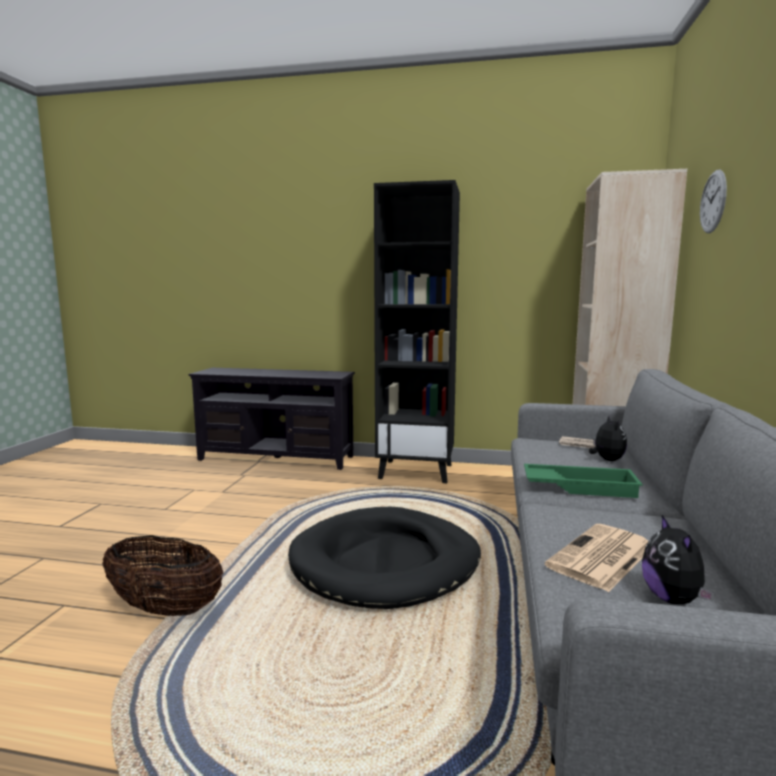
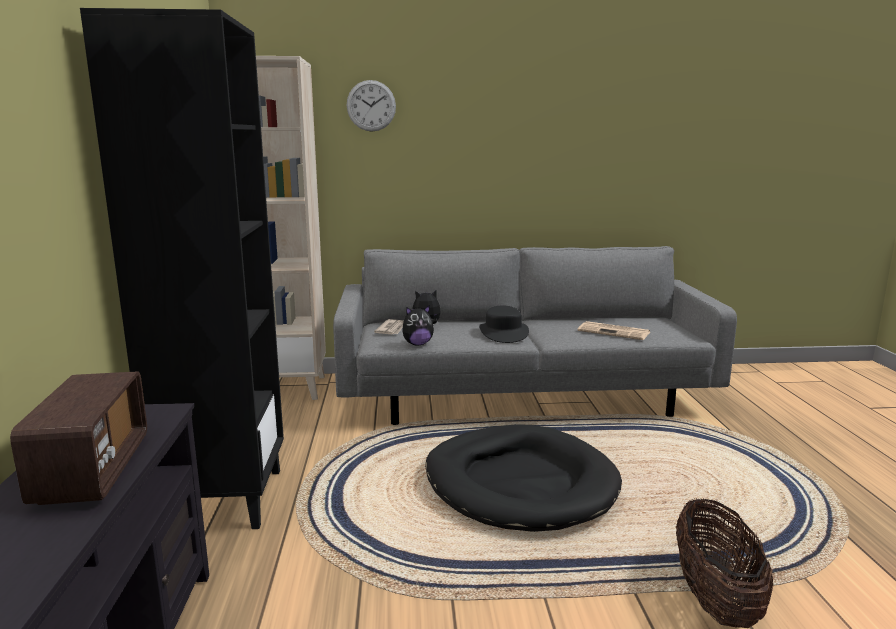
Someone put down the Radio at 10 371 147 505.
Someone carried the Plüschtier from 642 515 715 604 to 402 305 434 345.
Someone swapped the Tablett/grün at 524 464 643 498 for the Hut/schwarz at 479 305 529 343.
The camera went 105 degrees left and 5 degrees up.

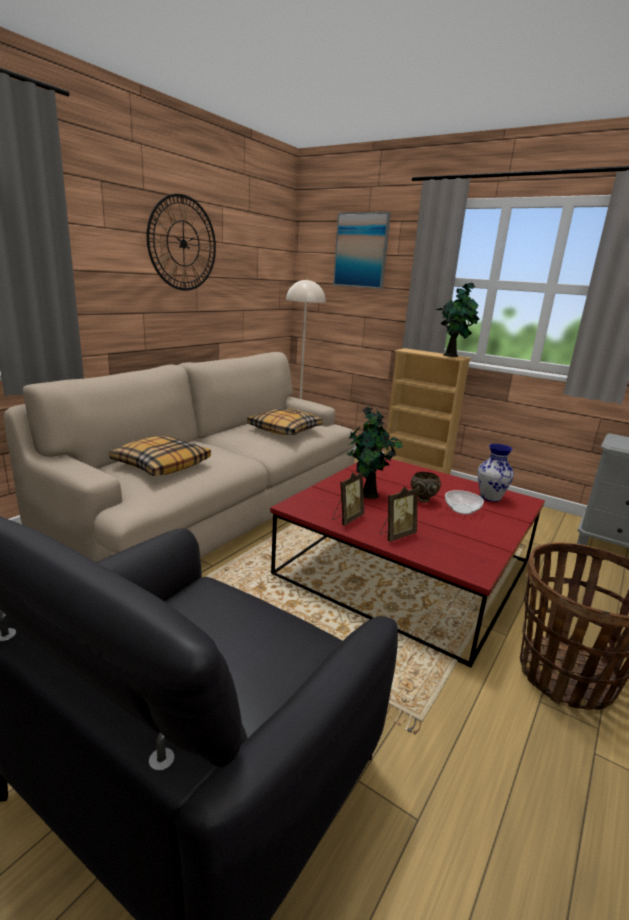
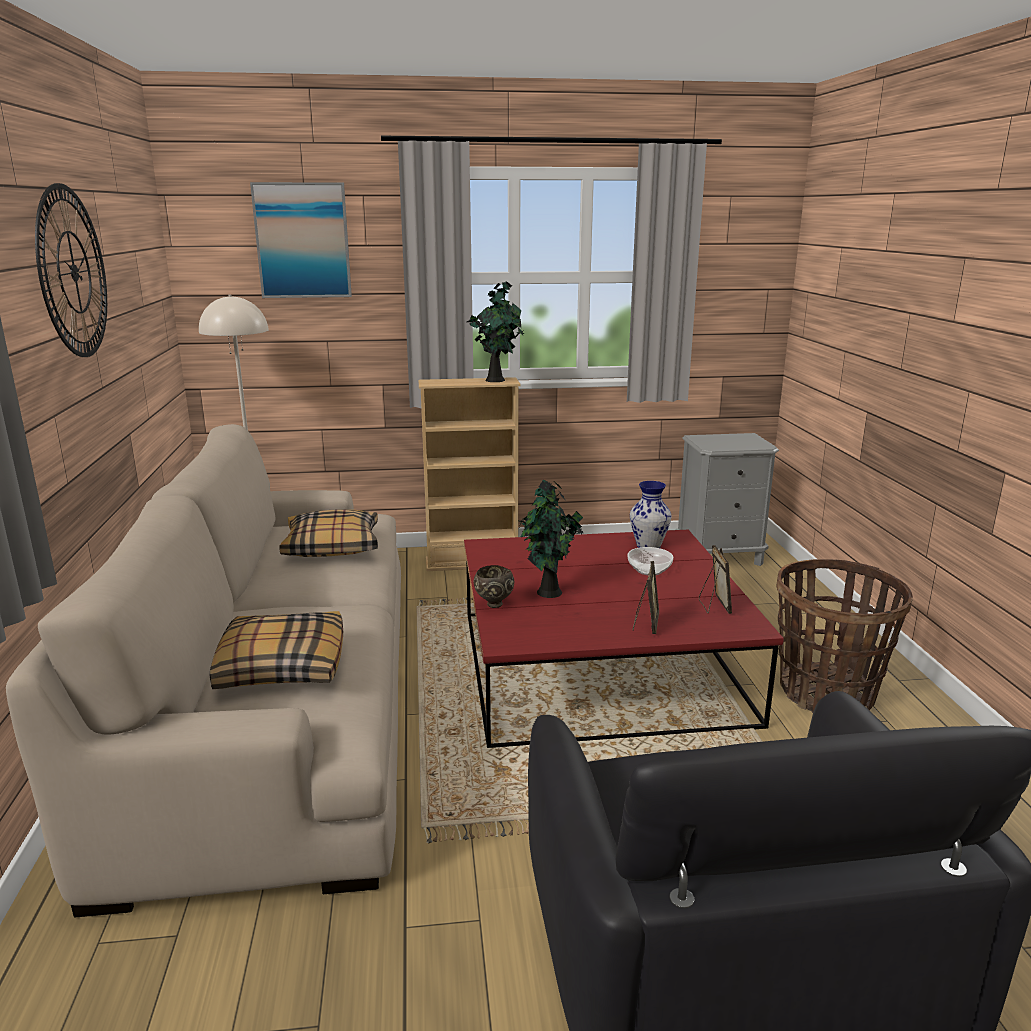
Someone carried the Schüssel/braun from 411 472 441 503 to 473 565 514 608.
Someone carried the Bilderrahmen from 332 472 364 526 to 699 545 732 614.
The camera went 40 degrees left and 0 degrees up.

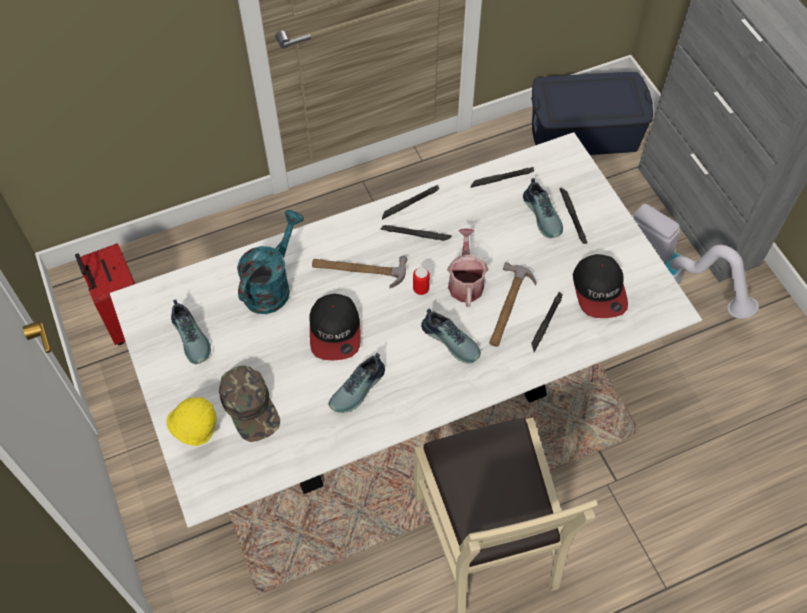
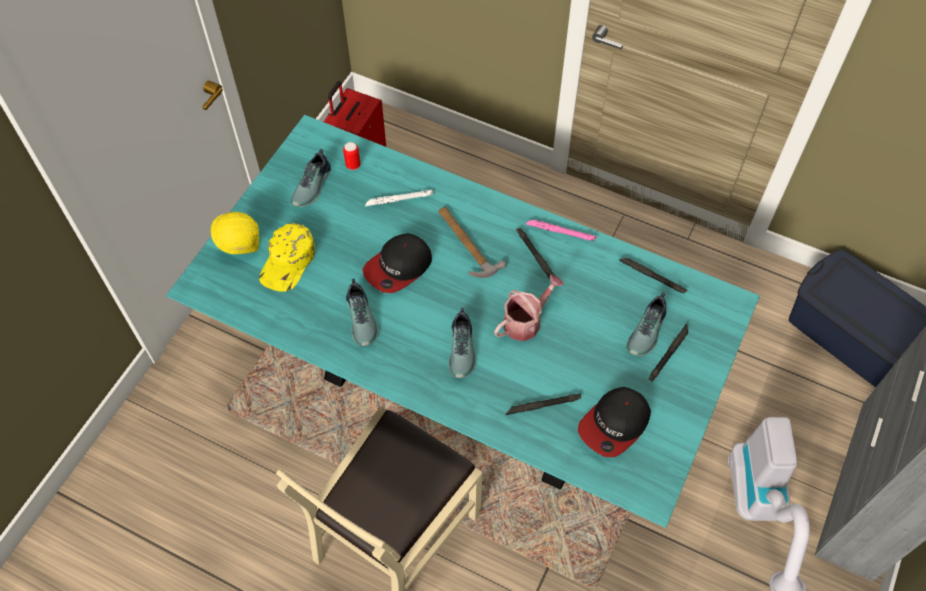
Someone repainted the Esstisch/weiß at 110 132 702 528, which became the Esstisch/türkis at 166 115 760 528.
Someone repainted the Kappe/grün at 219 366 280 442, which became the Kappe/gelb at 259 223 315 292.
Someone carried the Dose from 413 267 430 295 to 343 142 361 170.
Someone rotated the Schuh at 328 353 385 413 by 105 degrees counterclockwise.
Someone swapped the Gießkanne/türkis at 237 210 304 314 for the Taschenlampe/weiß at 365 190 434 206.
Someone repainted the Taschenlampe/schwarz at 382 185 439 220, which became the Taschenlampe/rosa at 526 220 597 241.
Someone took away the Hammer at 489 262 537 347.
The camera went 50 degrees right and 0 degrees up.

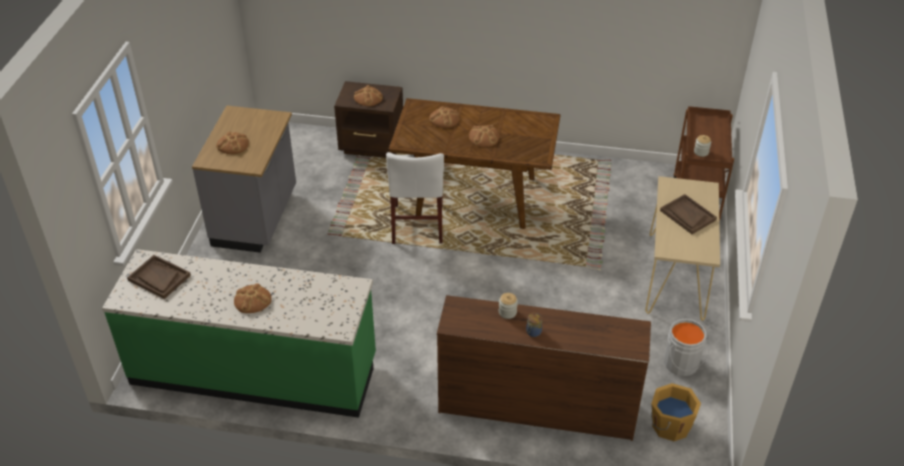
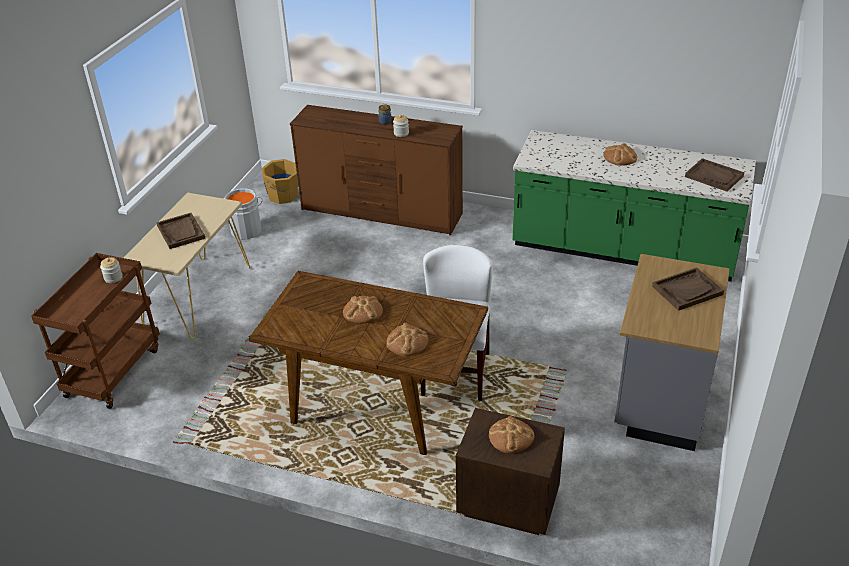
Someone swapped the Brot at 216 132 249 154 for the Tablett/braun at 652 267 724 311.
The camera went 170 degrees left and 5 degrees down.

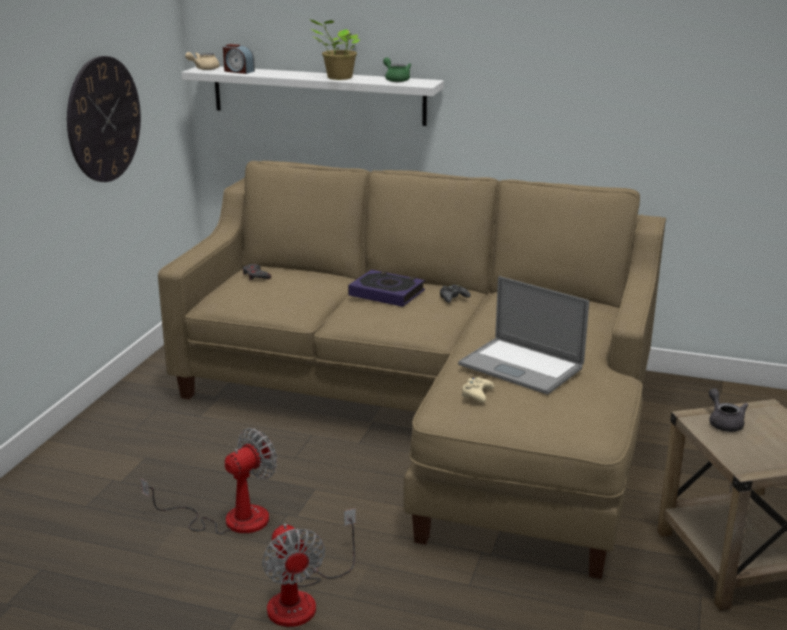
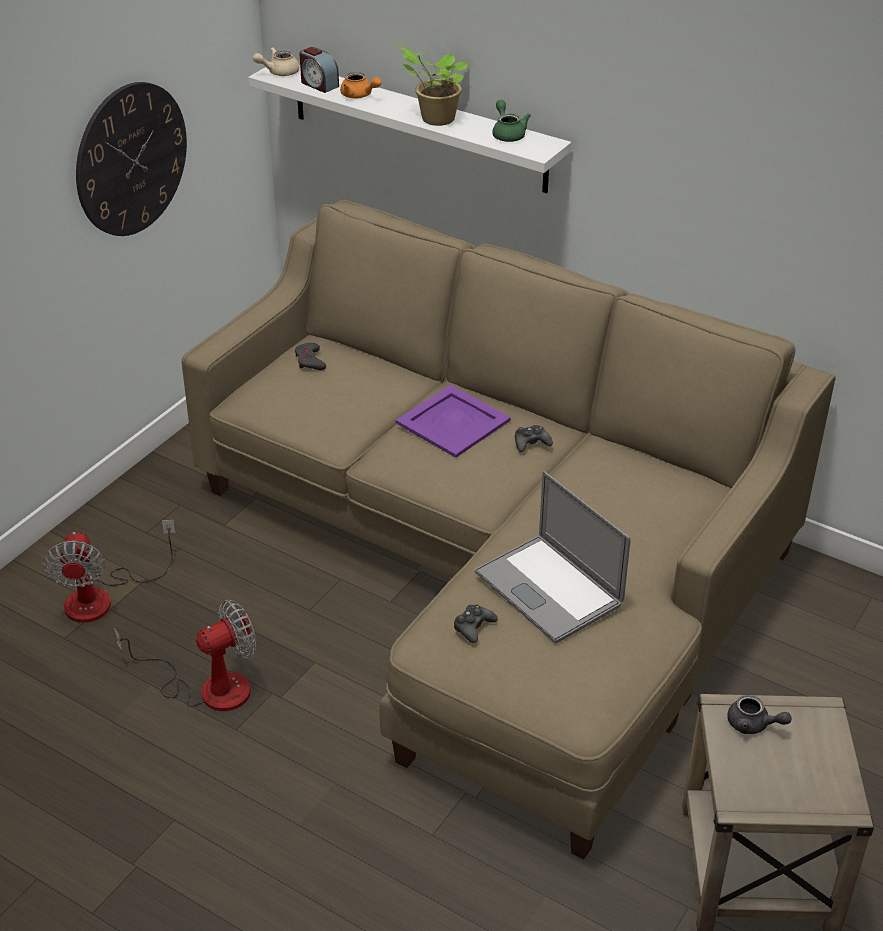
Someone carried the Ventilator from 262 508 356 627 to 43 520 176 623.
Someone put down the Teekanne/orange at 340 72 382 98.
Someone swapped the Buch at 348 270 425 307 for the Tablett/lila at 396 385 511 458.
Someone repainted the Gamepad/beige at 461 377 494 403, which became the Gamepad/schwarz at 454 604 498 643.
Someone rotated the Teekanne/grau at 709 388 748 432 by 120 degrees clockwise.
The camera went 15 degrees right and 15 degrees up.

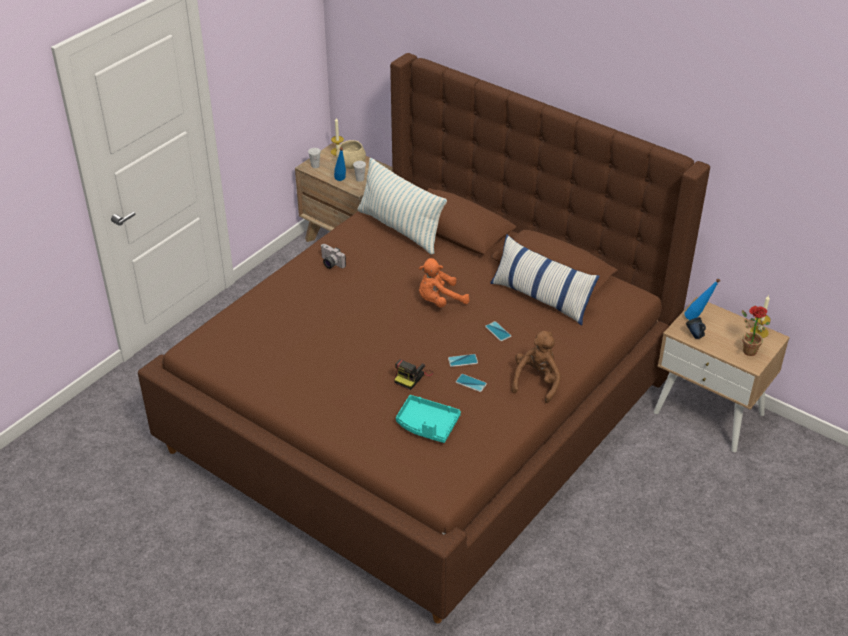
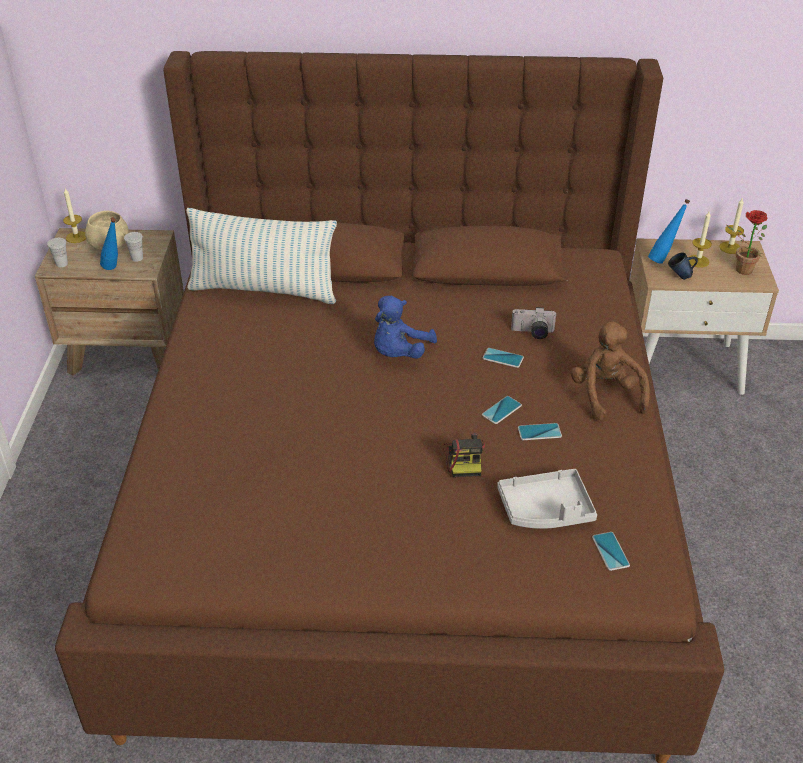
Someone repainted the Plüschtier/orange at 419 258 469 308, which became the Plüschtier/blau at 374 295 437 359.
Someone repainted the Tablett/türkis at 396 395 461 443, which became the Tablett/grau at 497 469 597 529.
Someone carried the Kamera from 321 244 346 269 to 511 307 557 339.
Someone put down the Handy at 592 532 630 571.
Someone put down the Kerze at 689 211 712 268.
Someone took away the Kissen at 490 235 600 326.
The camera went 35 degrees left and 0 degrees up.

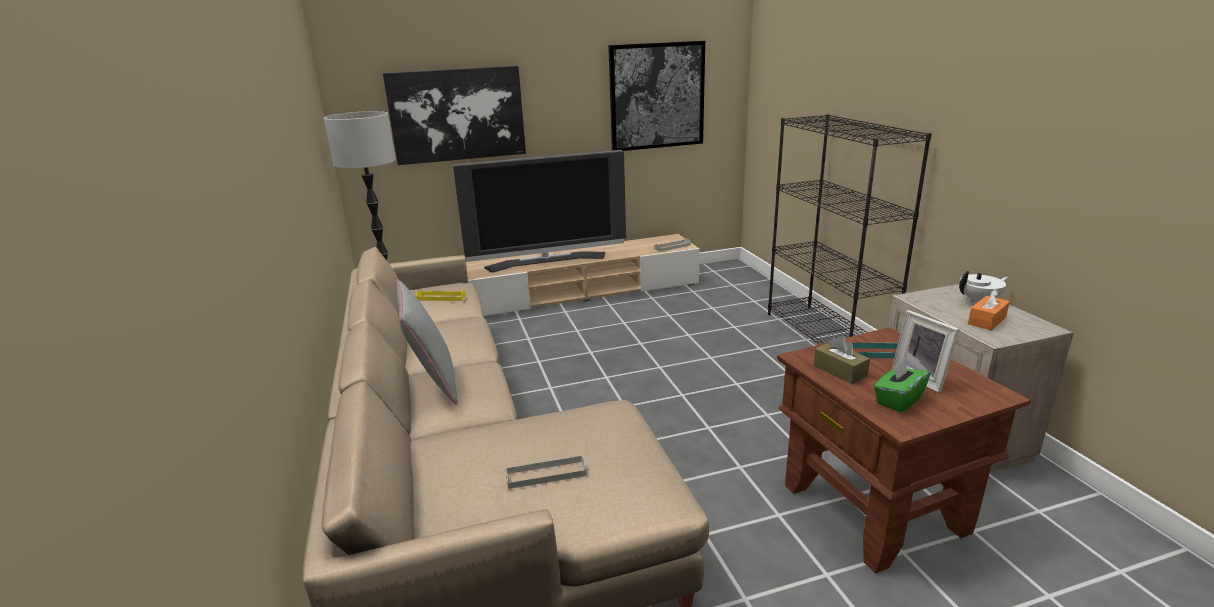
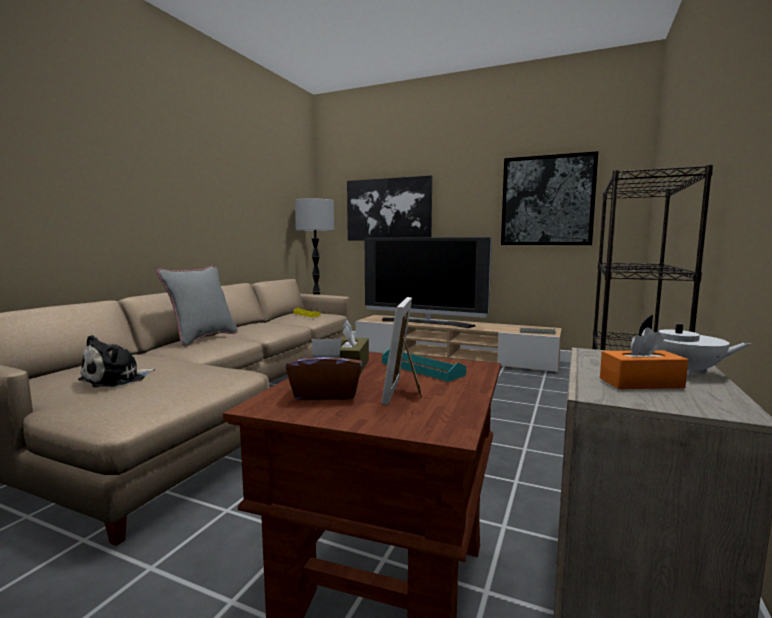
Someone swapped the Tablett/grau at 506 455 587 489 for the Plüschtier at 78 335 156 387.
Someone repainted the Taschentuchbox/grün at 874 359 930 413, which became the Taschentuchbox/braun at 286 338 362 400.
The camera went 40 degrees right and 15 degrees down.

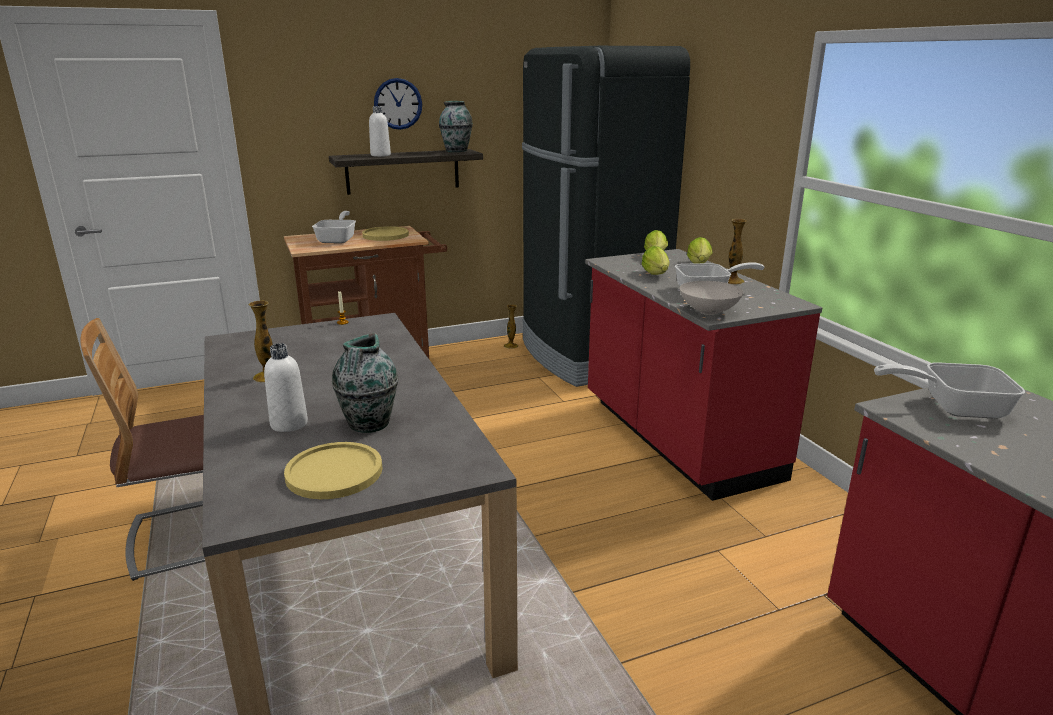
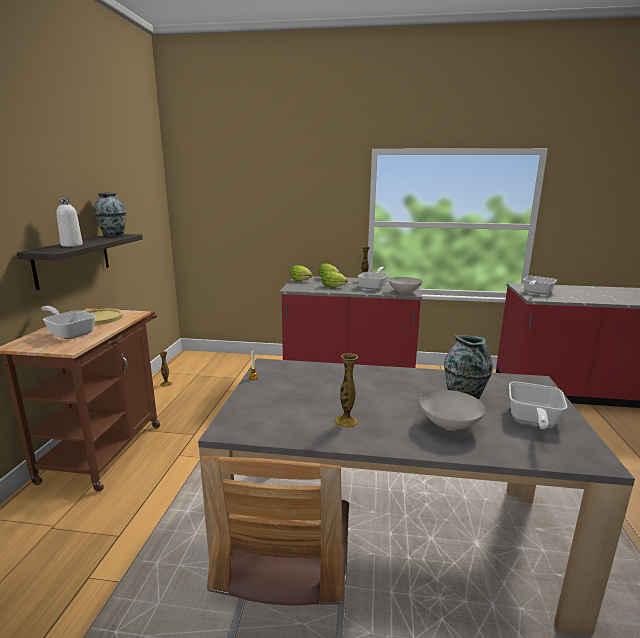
Someone swapped the Flasche/weiß at 264 343 308 432 for the Schüssel/weiß at 420 390 485 430.
Someone swapped the Teller/gelb at 284 442 383 499 for the Pfanne at 509 382 567 429.
Someone took away the Wanduhr at 374 78 422 130.
Someone took away the Kühlschrank/schwarz at 522 46 690 387.
The camera went 60 degrees left and 5 degrees down.

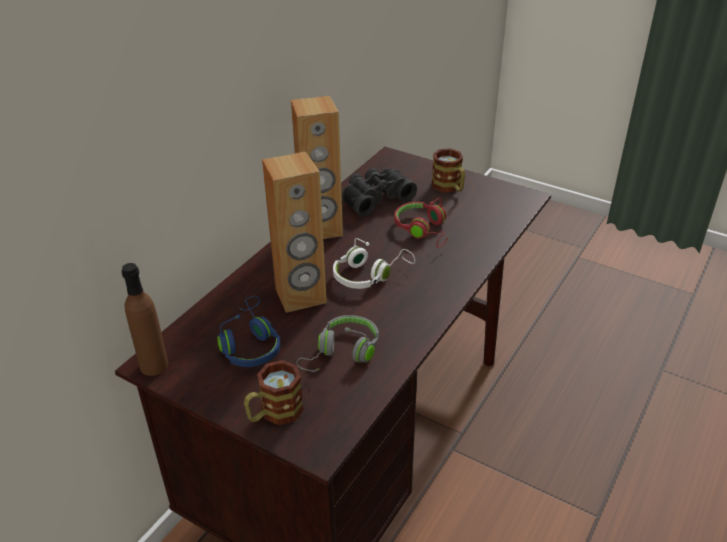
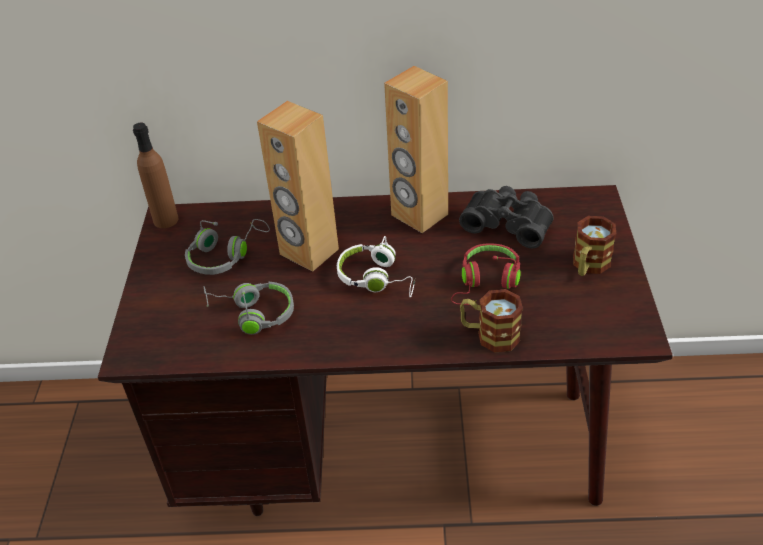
Someone repainted the Kopfhörer/blau at 217 296 281 367, which became the Kopfhörer/grau at 185 219 270 275.
Someone carried the Henkelbecher from 244 360 304 425 to 460 289 523 353.
The camera went 60 degrees right and 5 degrees up.

